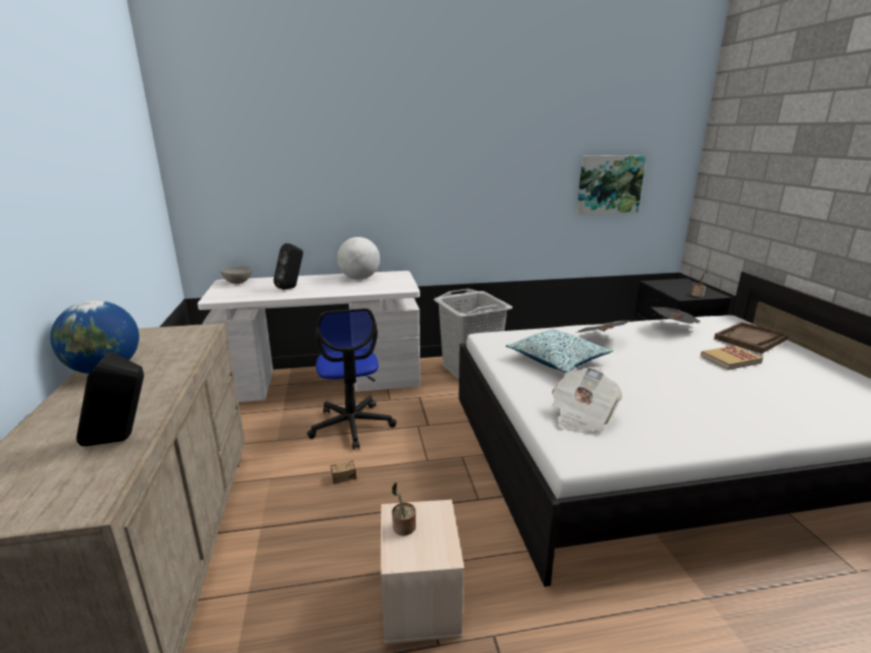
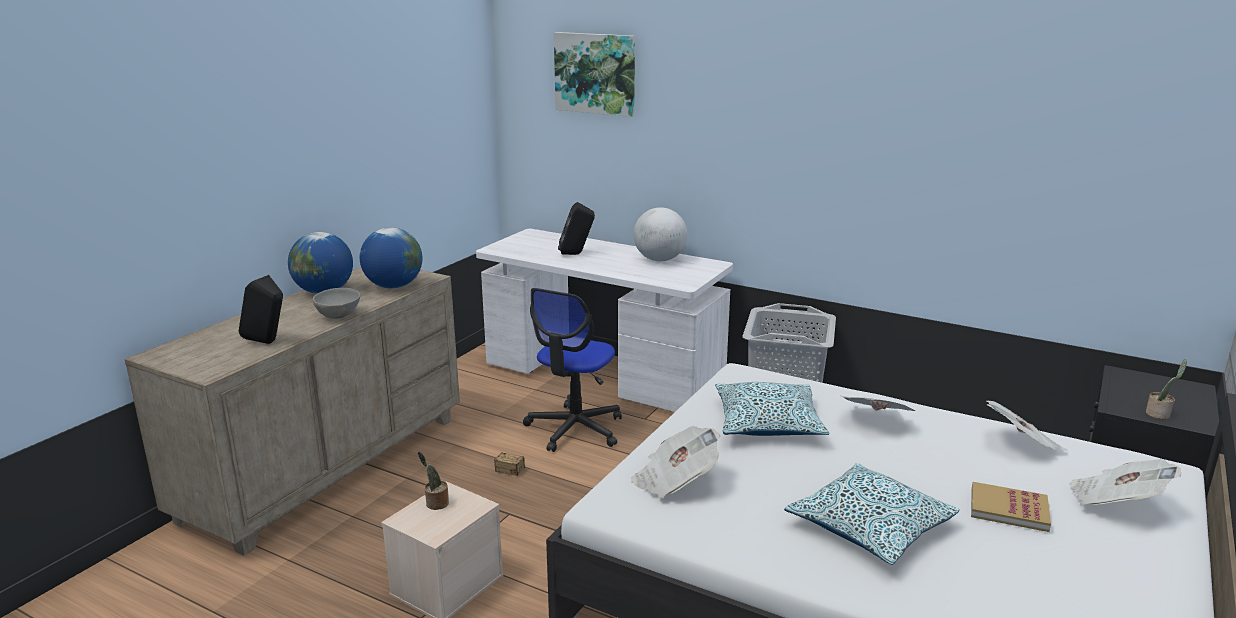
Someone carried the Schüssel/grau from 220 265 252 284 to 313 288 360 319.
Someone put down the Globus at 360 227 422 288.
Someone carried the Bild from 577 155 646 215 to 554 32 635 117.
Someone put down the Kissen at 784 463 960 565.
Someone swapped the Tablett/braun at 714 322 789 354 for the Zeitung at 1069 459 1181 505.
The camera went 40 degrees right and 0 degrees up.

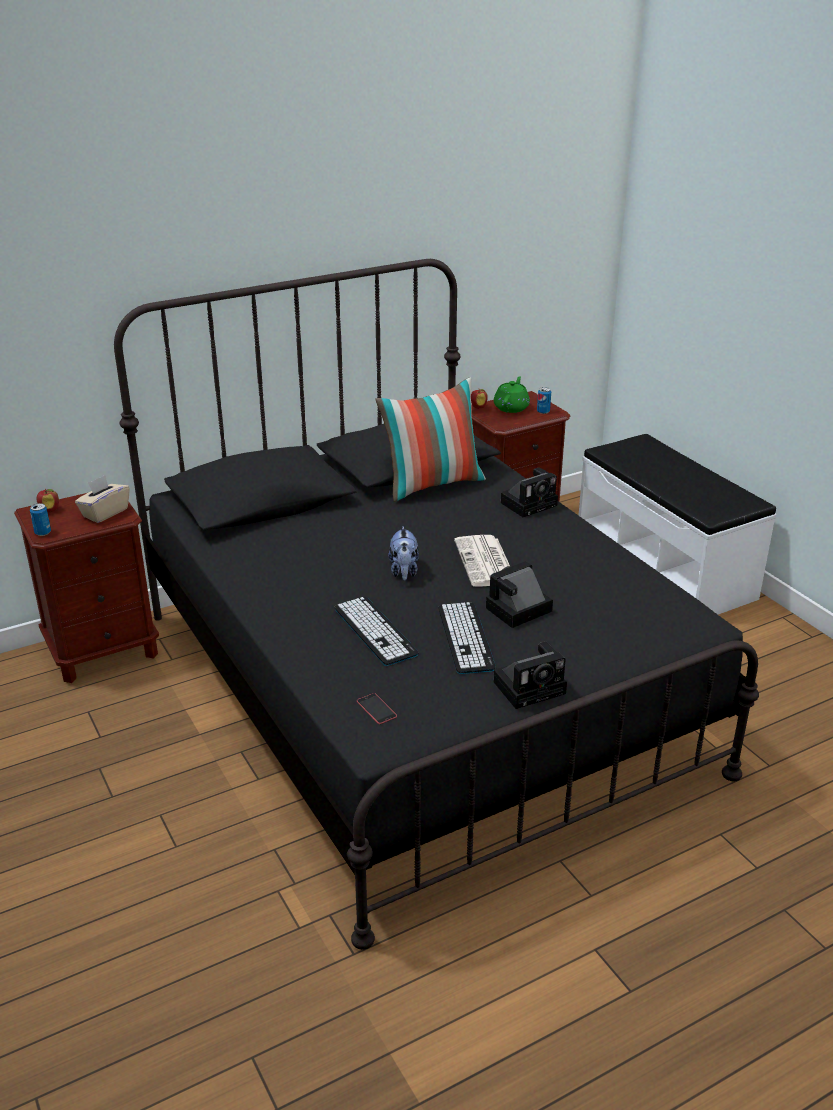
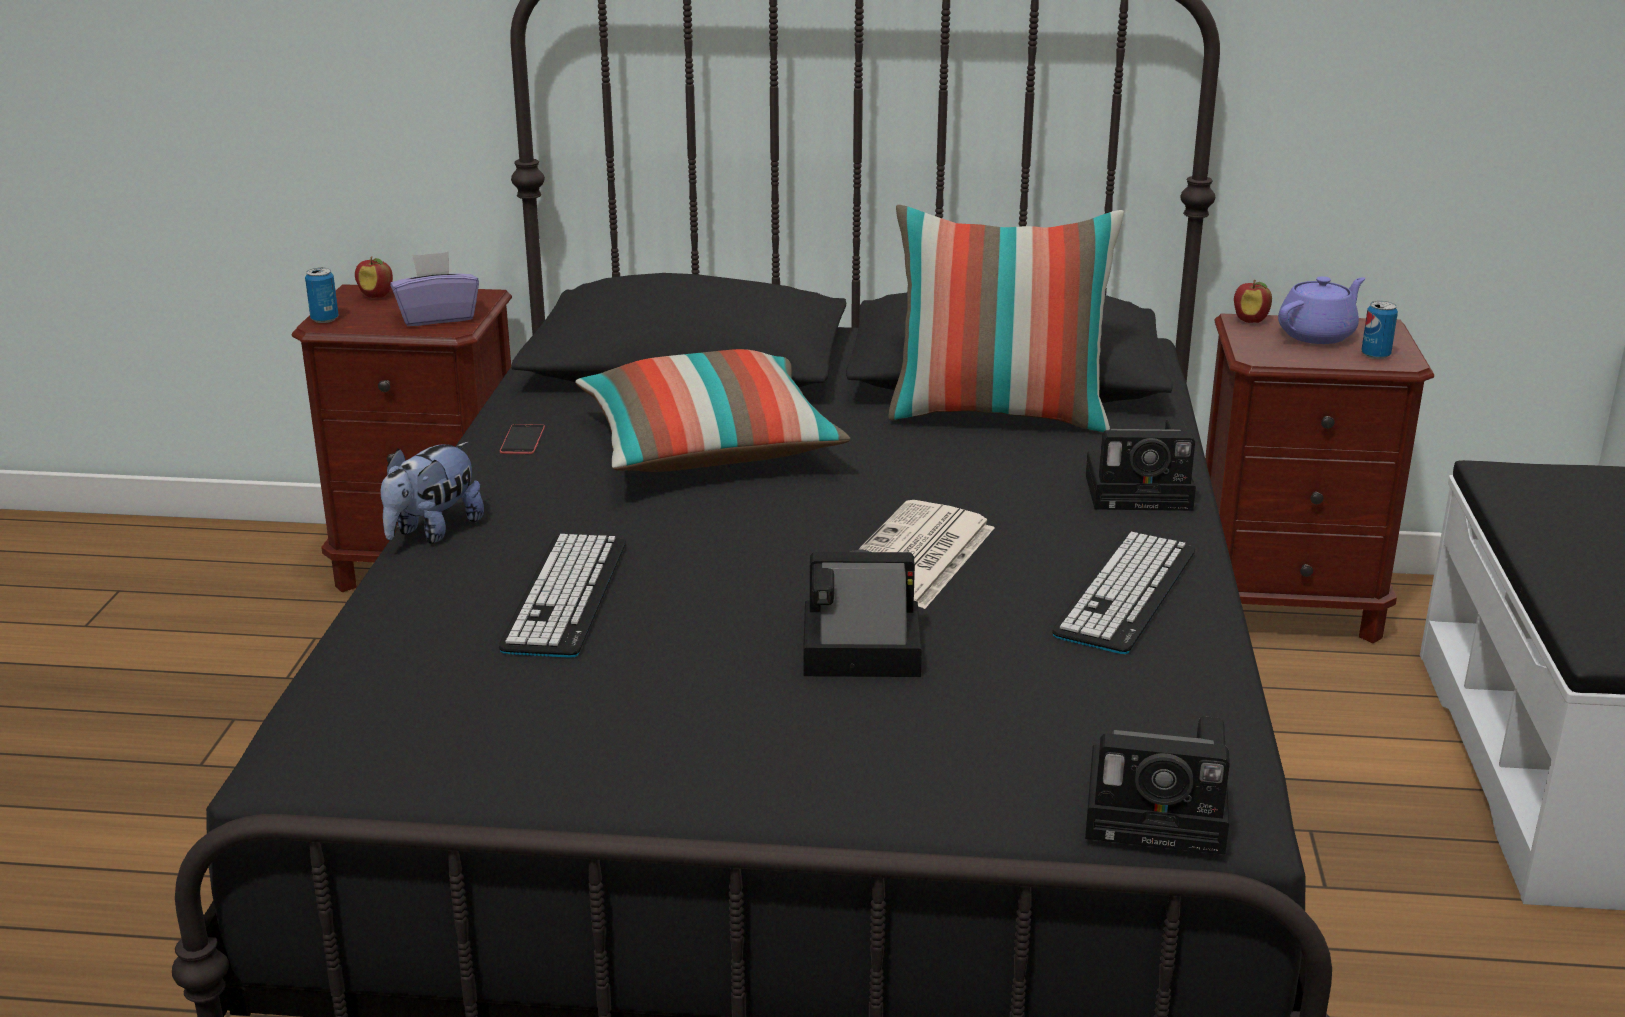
Someone carried the Plüschtier from 388 526 419 580 to 381 442 484 544.
Someone repainted the Taschentuchbox/beige at 75 475 130 523, which became the Taschentuchbox/lila at 390 251 479 326.
Someone carried the Handy from 357 693 397 724 to 500 424 545 454.
Someone put down the Kissen at 575 349 850 472.
Someone carried the Tastatur from 438 602 496 674 to 1052 532 1195 654.
Someone carried the Kamera from 493 642 567 709 to 1085 716 1230 855.
Someone repainted the Teekanne/grün at 494 376 530 413, which became the Teekanne/lila at 1278 276 1366 344.
The camera went 35 degrees right and 5 degrees down.

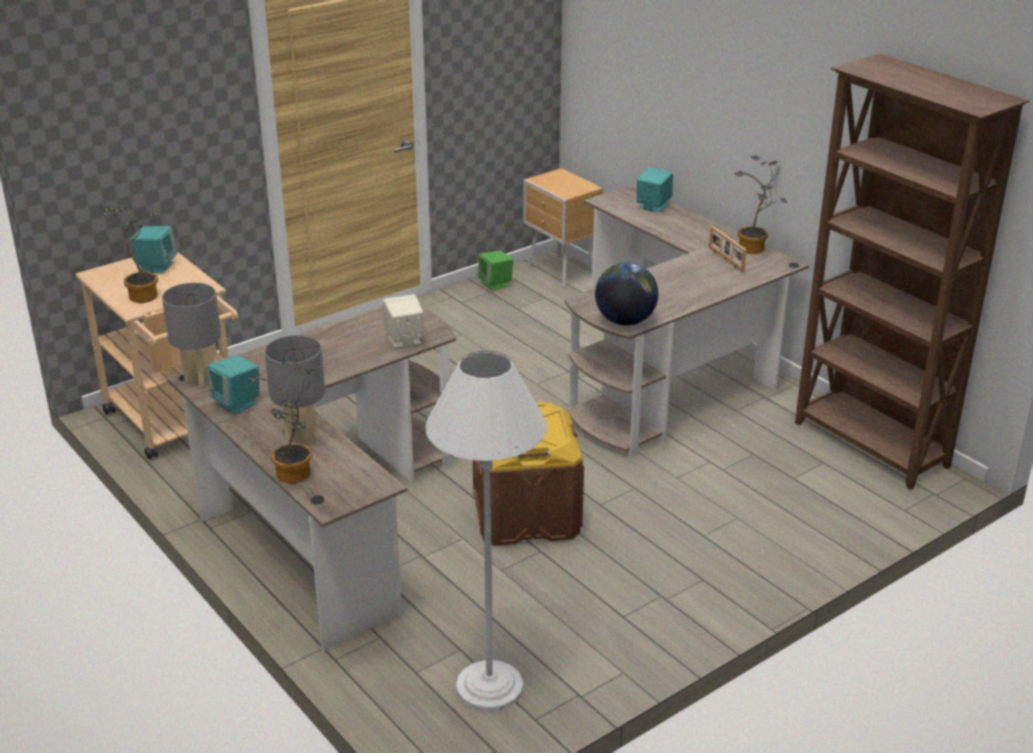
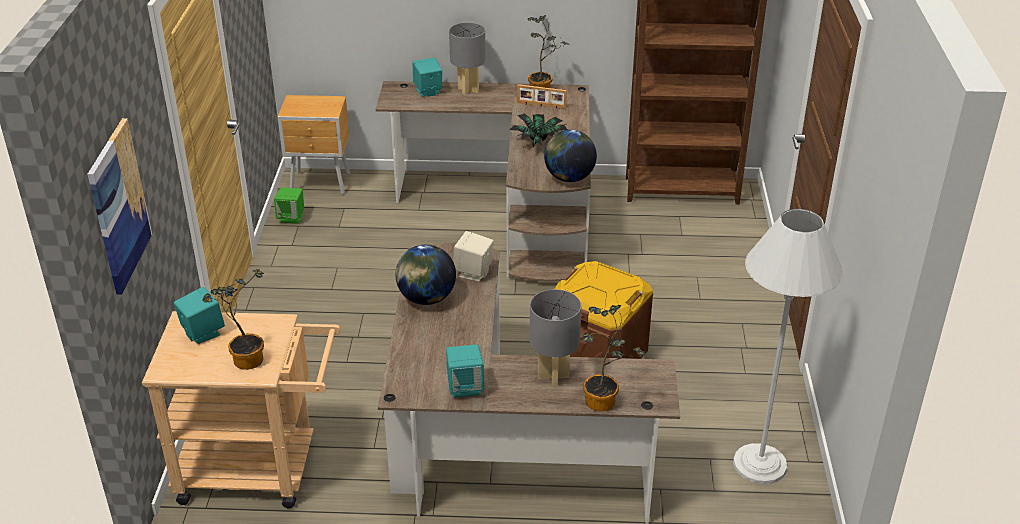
Someone put up the Bild at 88 118 152 295.
Someone put down the Globus at 395 245 456 305.
Someone carried the Tischlampe/grau from 162 283 221 387 to 449 23 486 95.
Someone put down the Topfpflanze at 510 112 568 147.
The camera went 50 degrees left and 5 degrees up.

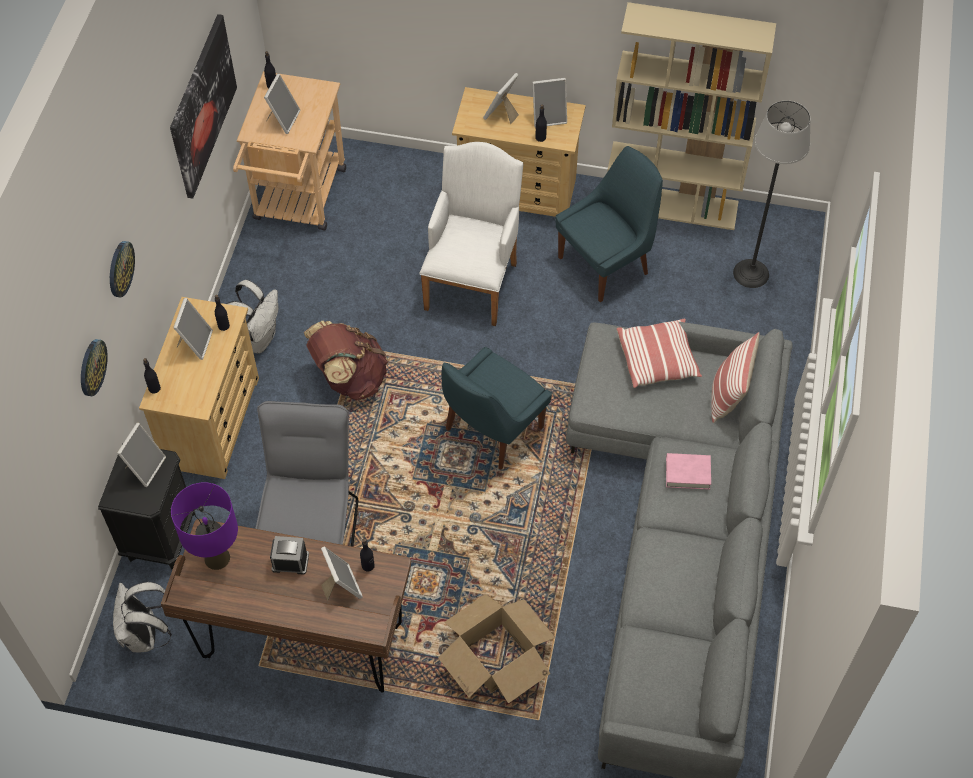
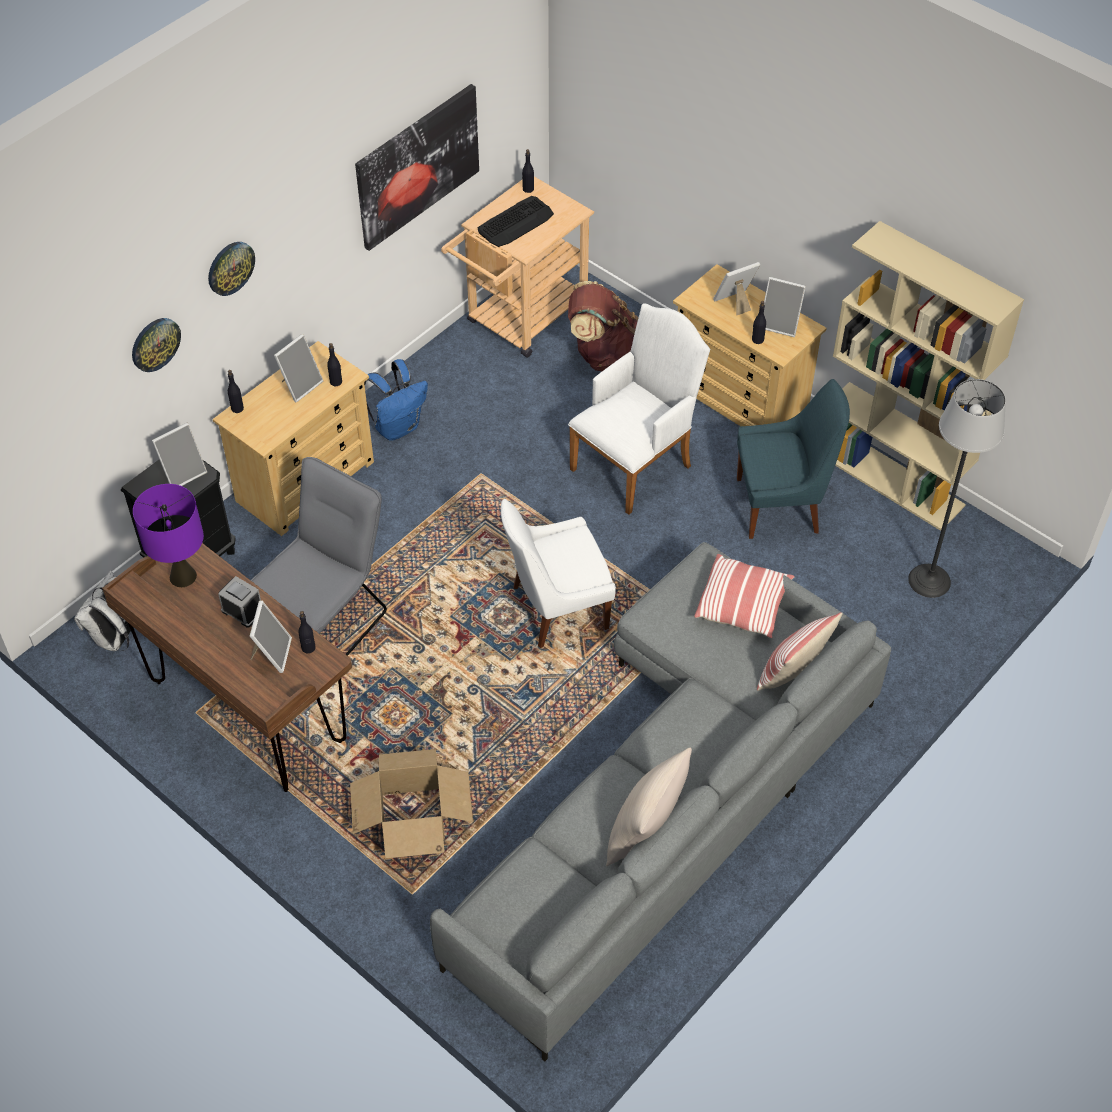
Someone repainted the Rucksack/weiß at 226 280 278 354, which became the Rucksack/blau at 364 359 428 440.
Someone swapped the Bilderrahmen at 264 74 301 134 for the Tastatur at 478 196 554 247.
Someone repainted the Stuhl/blau at 441 347 552 470, which became the Stuhl/weiß at 501 499 616 648.
Someone carried the Rucksack/braun from 304 321 388 400 to 568 281 638 371.
Someone put down the Kissen/beige at 606 748 692 866.
Someone took away the Buch/rosa at 666 453 711 490.
The camera went 30 degrees right and 5 degrees down.

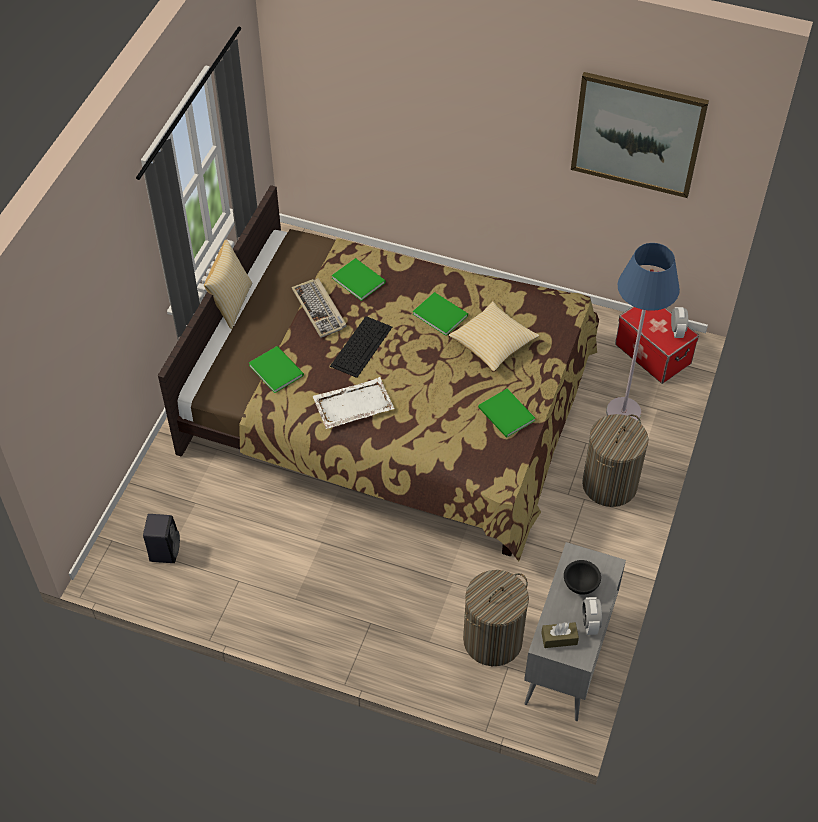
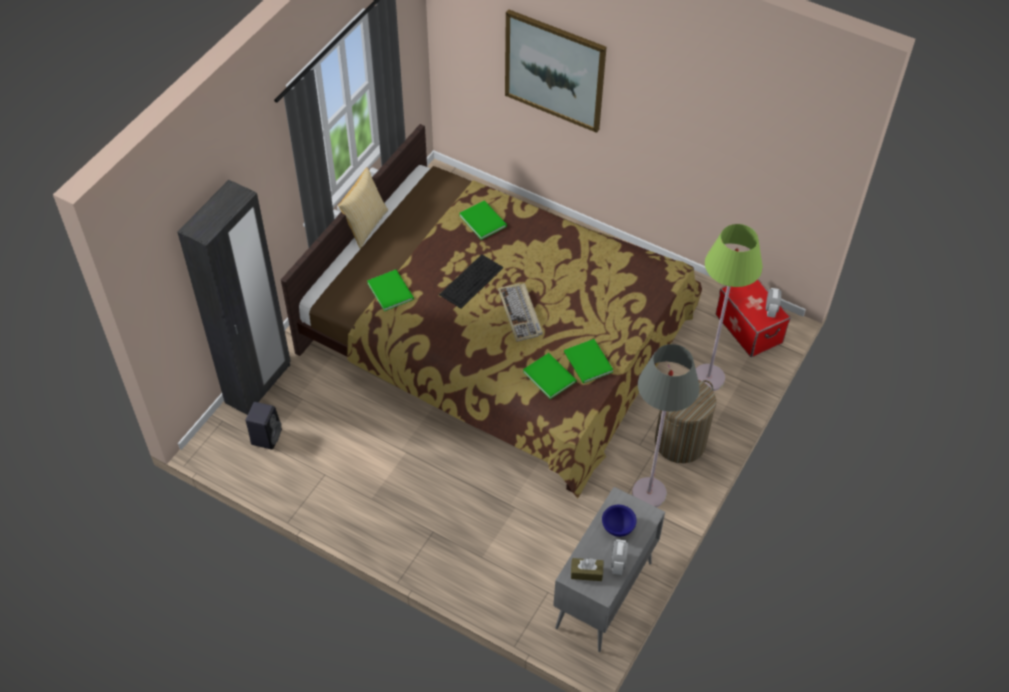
Someone put down the Kleiderschrank/schwarz at 177 180 291 415.
Someone carried the Tastatur from 292 278 347 338 to 498 283 543 342.
Someone carried the Bild from 571 72 709 198 to 505 9 607 133.
Someone carried the Buch/grün from 413 292 468 336 to 523 353 577 399.
Someone repainted the Schüssel/schwarz at 564 560 601 595, which became the Schüssel/blau at 602 505 637 537.
Someone put down the Stehlampe/grau at 632 344 700 507.
Someone repainted the Stehlampe/blau at 606 243 680 421, which became the Stehlampe/grün at 696 224 763 391.
Someone took away the Tablett/weiß at 313 377 395 429.
Someone took away the Kissen at 449 301 539 371.
Someone took away the Wäschekorb at 463 570 529 666.
The camera went 10 degrees right and 0 degrees up.

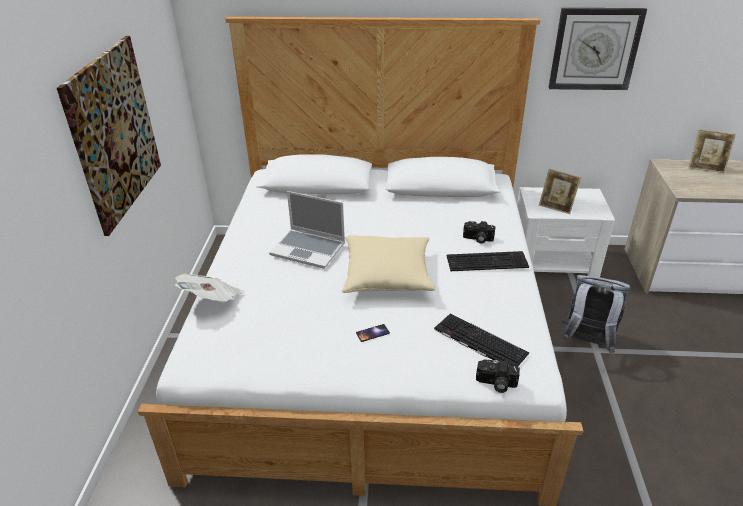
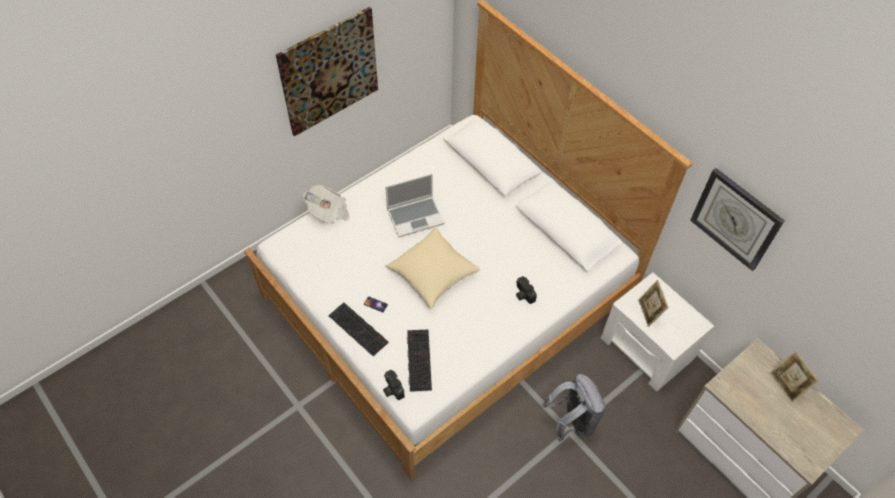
Someone carried the Tastatur from 447 251 529 271 to 328 302 389 356.
Someone rotated the Laptop at 269 191 345 269 by 90 degrees counterclockwise.
The camera went 45 degrees right and 20 degrees up.

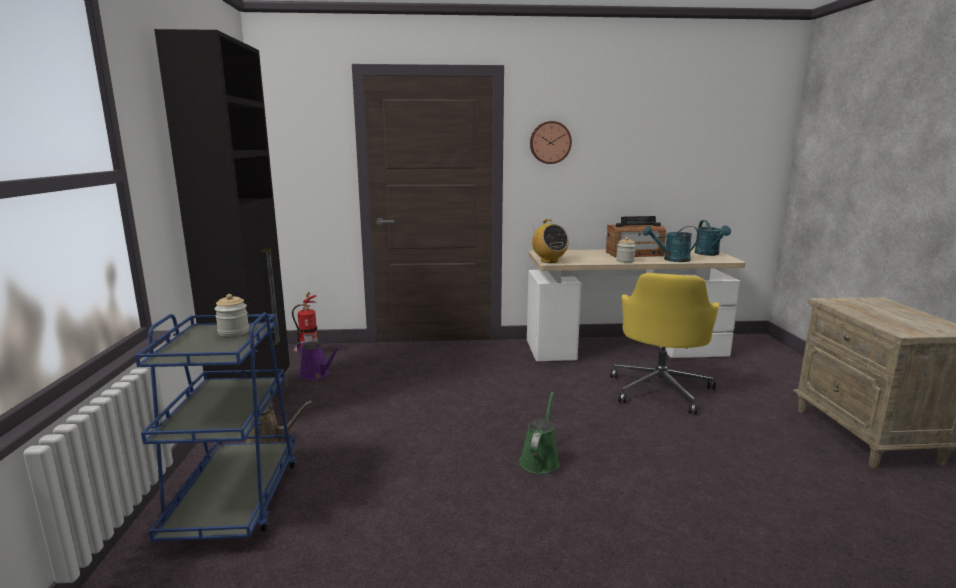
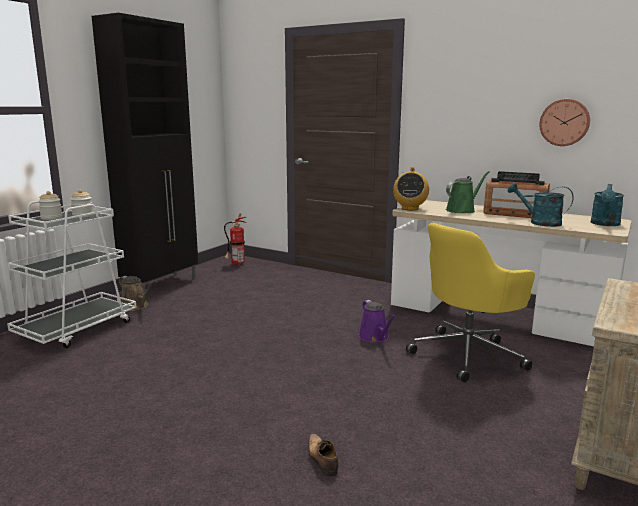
Someone repainted the Rollwagen/blau at 135 312 297 542, which became the Rollwagen/weiß at 7 201 137 348.
Someone carried the Vorratsglas from 616 237 636 263 to 38 191 62 220.
Someone put down the Schuh at 308 434 339 477.
Someone carried the Gießkanne/lila from 296 341 340 380 to 359 300 396 343.
Someone carried the Gießkanne/grün from 519 392 560 474 to 446 171 490 213.
Someone carried the Wanduhr from 530 121 572 164 to 539 99 590 146.
The camera went 35 degrees right and 0 degrees up.

